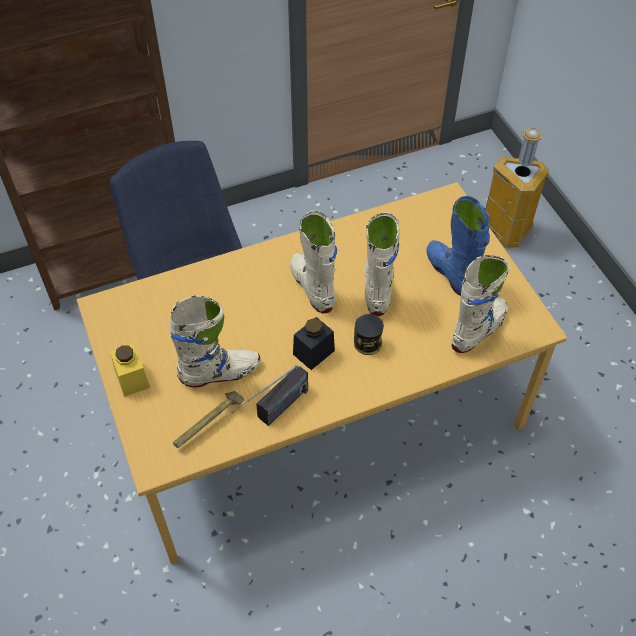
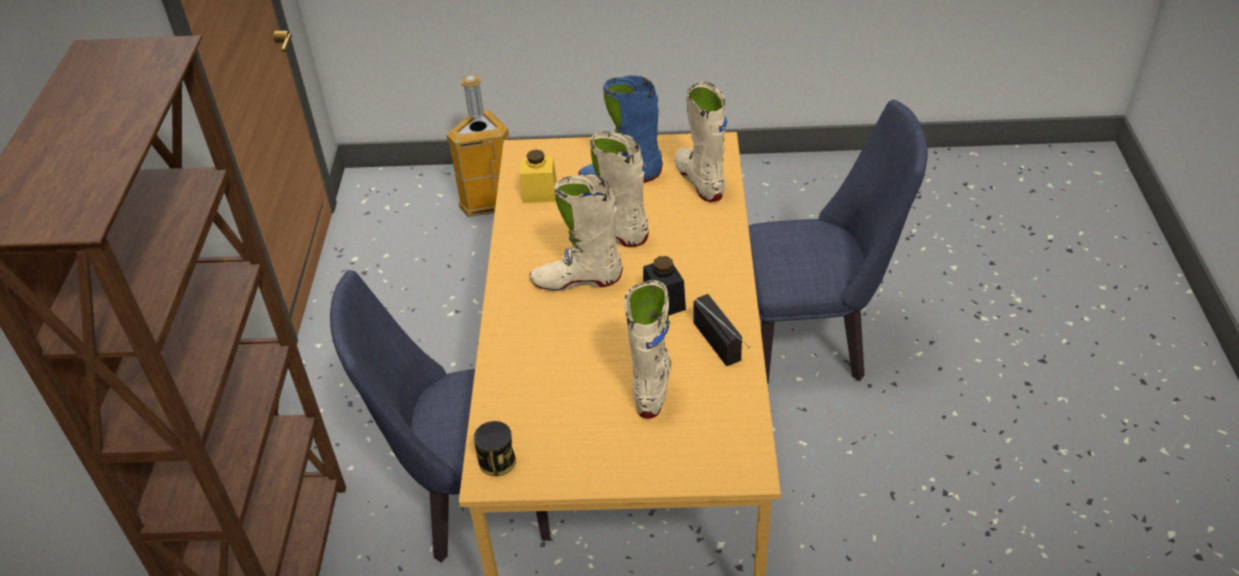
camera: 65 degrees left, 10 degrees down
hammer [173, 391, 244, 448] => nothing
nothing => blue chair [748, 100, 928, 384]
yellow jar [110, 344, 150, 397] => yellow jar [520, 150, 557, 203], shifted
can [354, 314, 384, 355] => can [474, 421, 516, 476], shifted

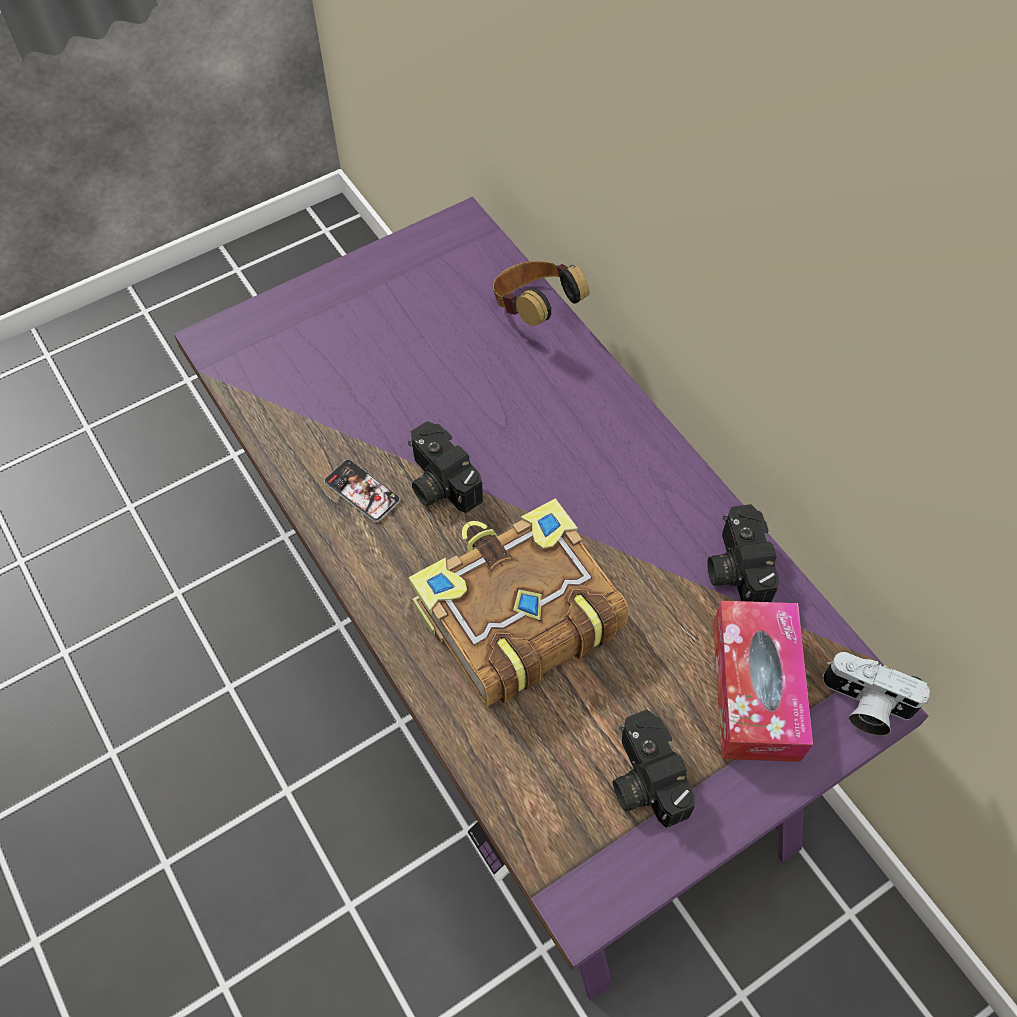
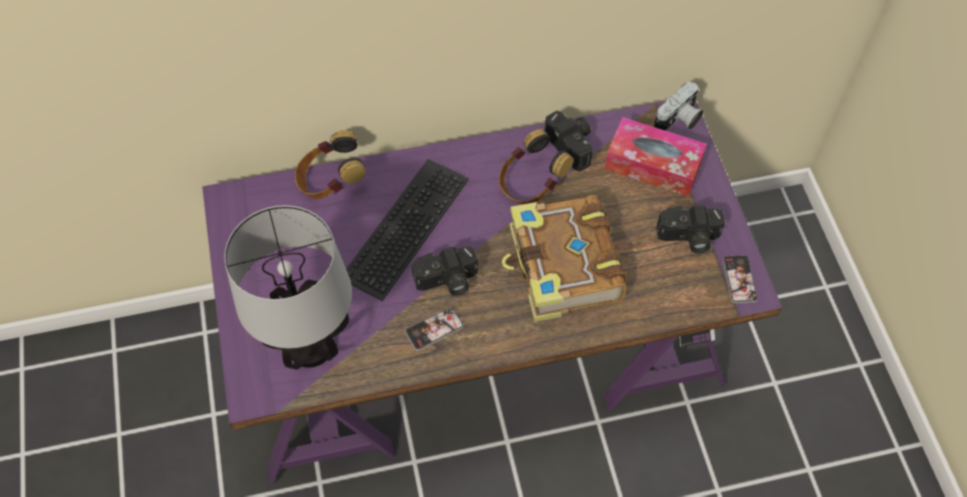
camera: 70 degrees left, 0 degrees up
nothing => table lamp [224, 205, 352, 370]
nothing => keyboard [346, 159, 469, 301]
nothing => headphones [499, 129, 574, 205]
nothing => phone [723, 255, 758, 303]
photo camera [707, 504, 779, 602] => photo camera [545, 110, 594, 172], 135 degrees counterclockwise

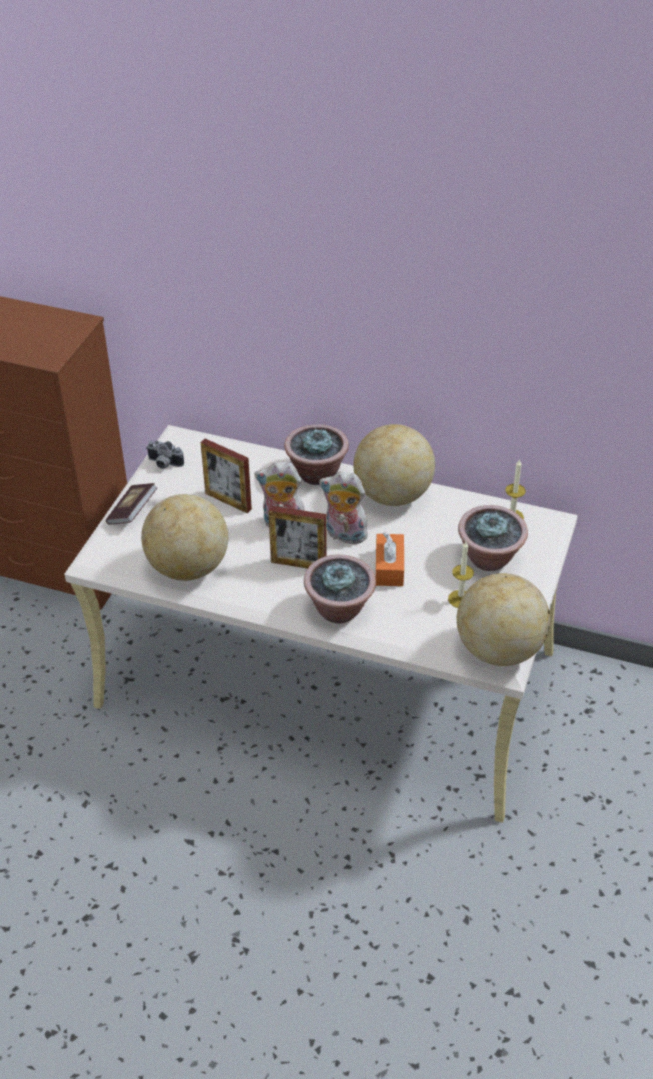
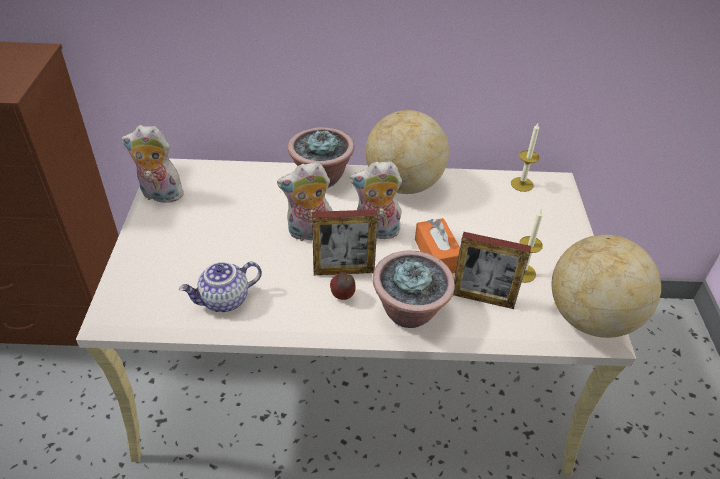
camera: 20 degrees left, 0 degrees up
book [106, 483, 157, 525] => nothing
potted plant [458, 505, 528, 571] => nothing
nothing => apple [330, 272, 356, 300]
picture frame [201, 439, 252, 513] => picture frame [453, 232, 531, 309], shifted
globe [141, 494, 228, 581] => teapot [179, 261, 262, 312]
photo camera [146, 441, 184, 469] => plush toy [121, 125, 184, 203]

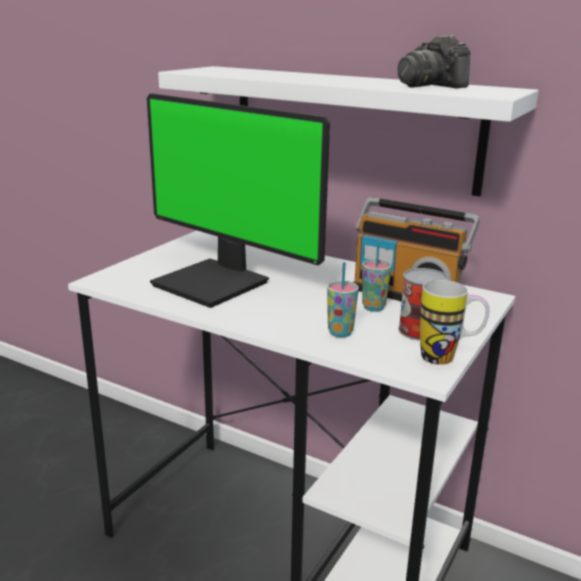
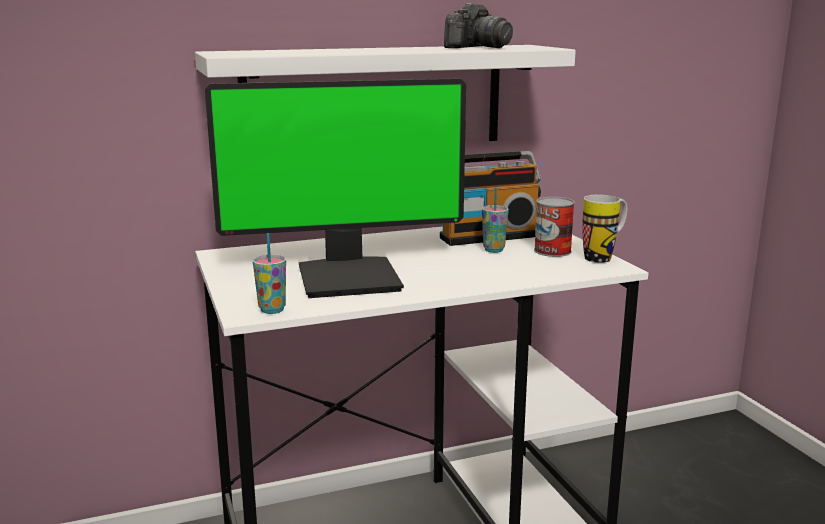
camera: 50 degrees left, 5 degrees down
cup [327, 262, 359, 338] => cup [253, 233, 286, 314], shifted
photo camera [398, 35, 471, 89] => photo camera [444, 3, 513, 48], 60 degrees counterclockwise

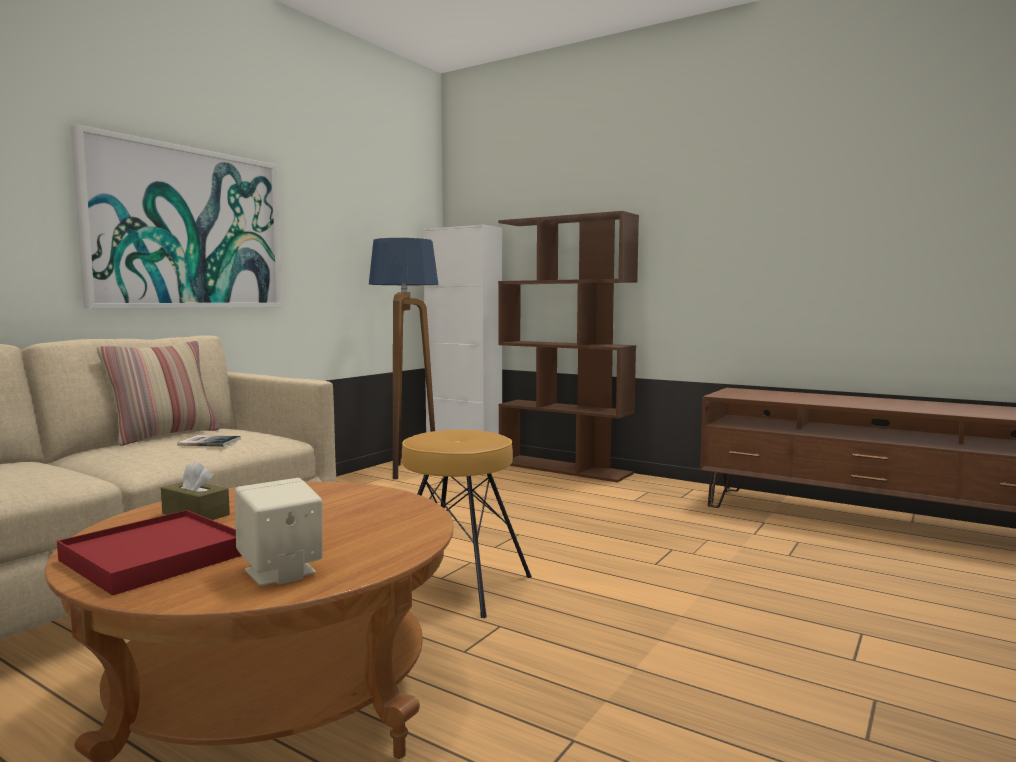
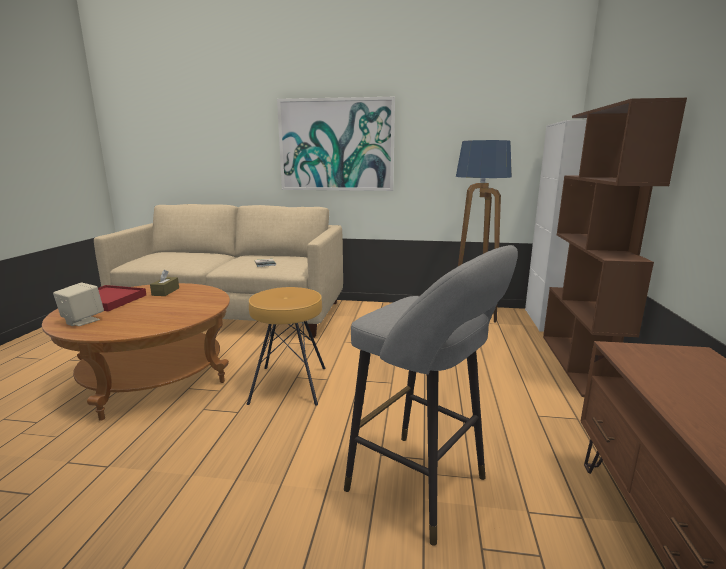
camera: 65 degrees right, 10 degrees up
pillow [97, 341, 220, 446] => nothing
nothing => grey stool [344, 245, 518, 546]

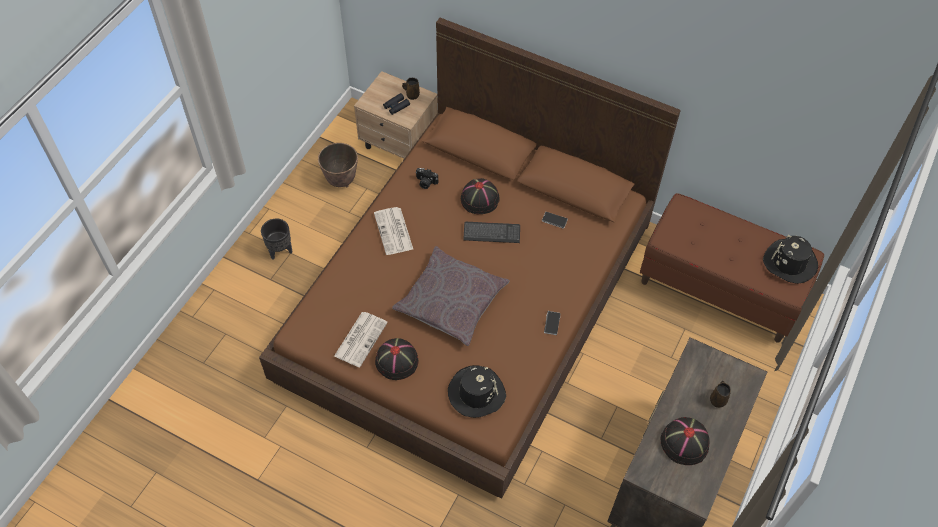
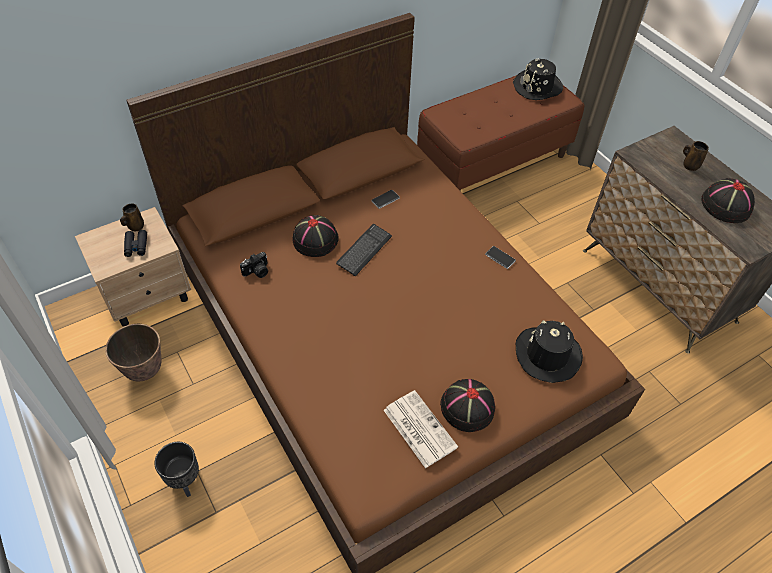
camera: 60 degrees left, 5 degrees down
newspaper [374, 207, 413, 255] => nothing
grey pillow [392, 246, 510, 346] => nothing

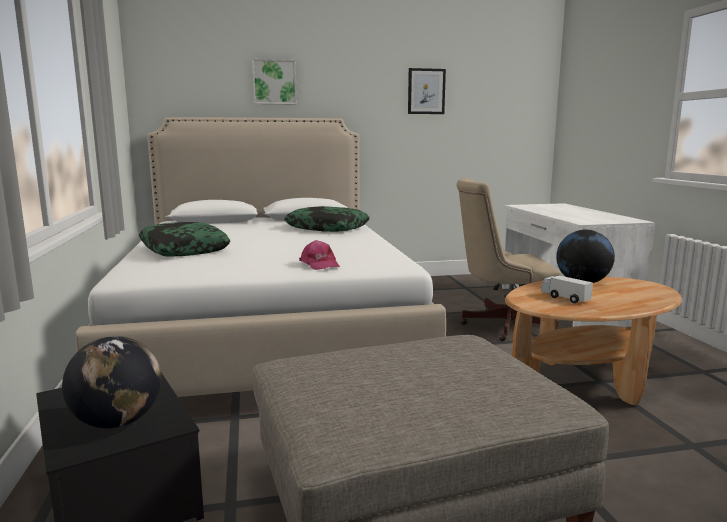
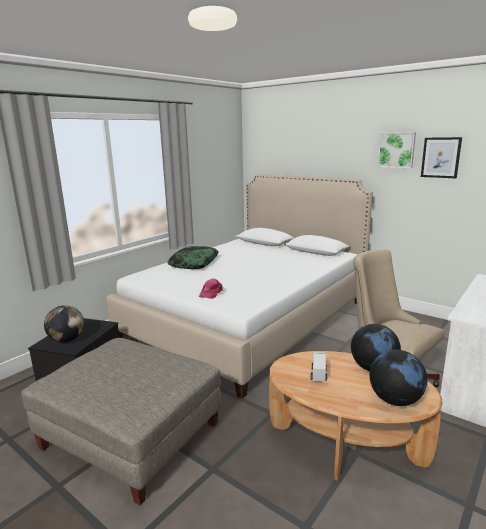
camera: 50 degrees right, 5 degrees up
pillow [284, 206, 370, 232] => nothing
nothing => globe [370, 350, 427, 406]
picture [252, 59, 297, 105] => picture [377, 132, 416, 168], shifted

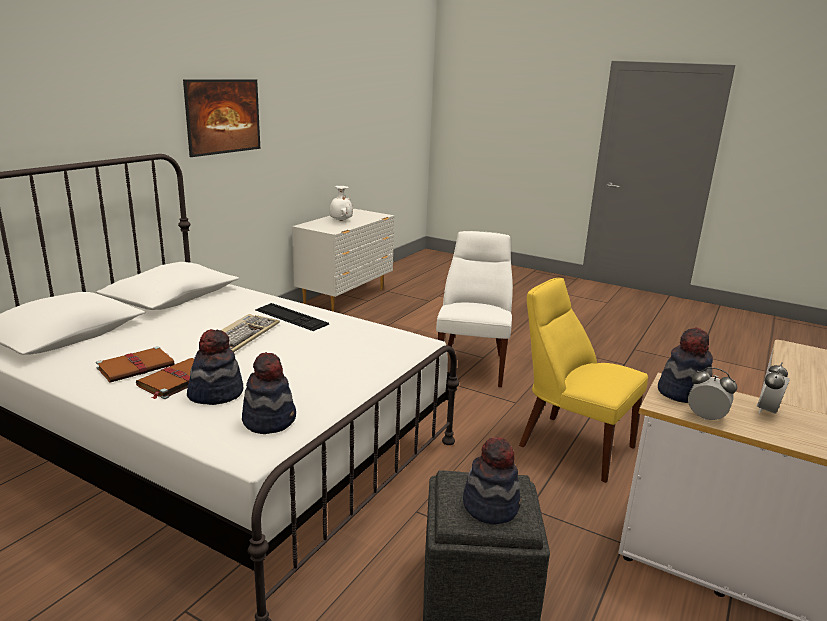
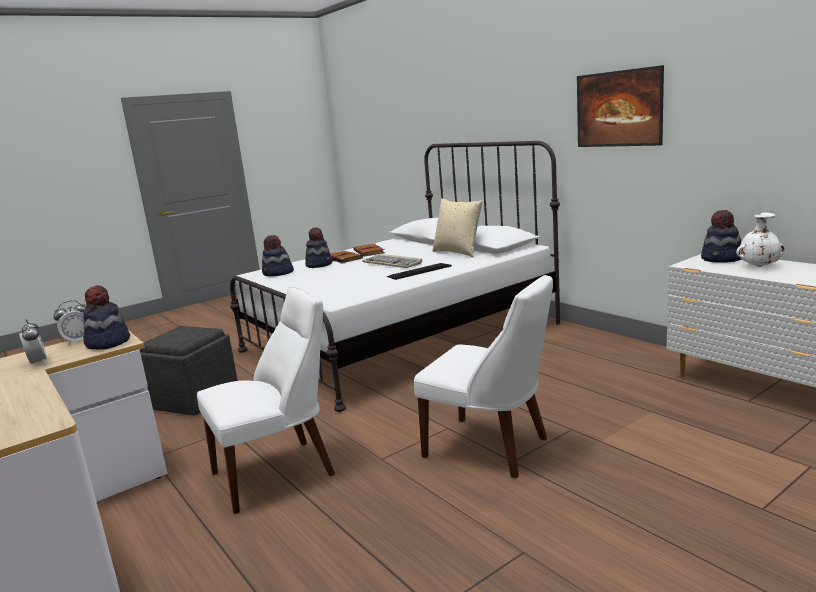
camera: 115 degrees right, 5 degrees down
nothing => beige pillow [432, 198, 482, 257]
hat [463, 437, 521, 525] => hat [701, 210, 741, 263], shifted
yellow chair [519, 278, 648, 483] => white chair [197, 287, 335, 514]

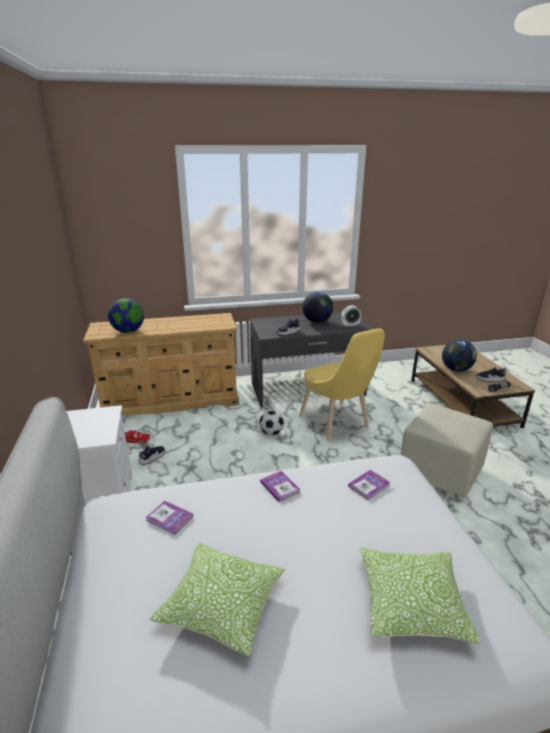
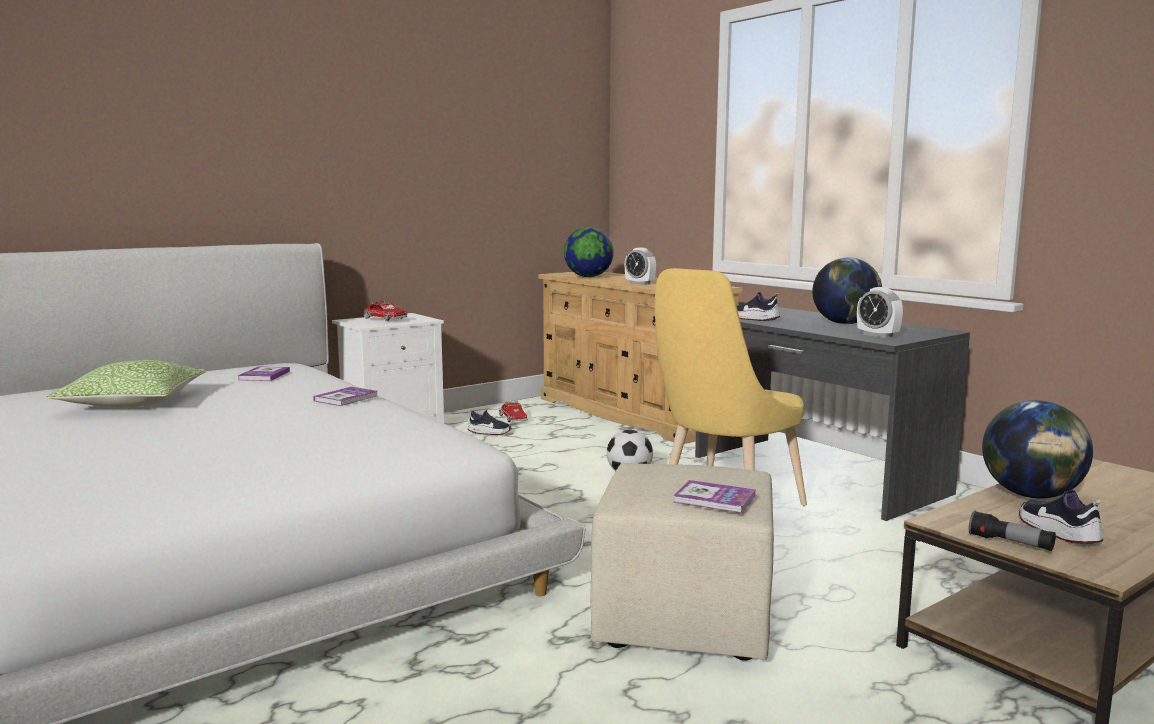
camera: 65 degrees right, 15 degrees down
pillow [360, 548, 481, 645] => nothing
nothing => toy truck [364, 301, 407, 321]
nothing => alarm clock [625, 248, 656, 285]
book [348, 470, 390, 500] => book [673, 480, 756, 513], shifted

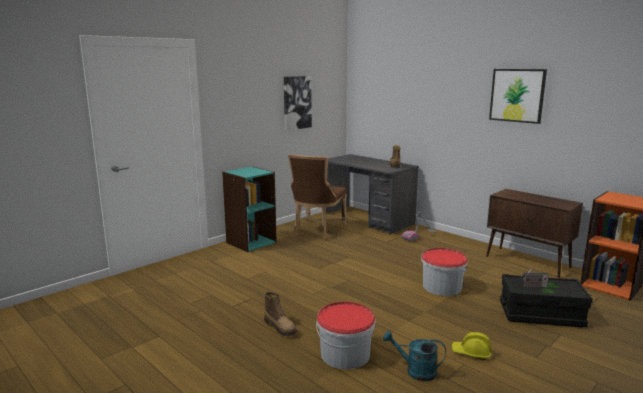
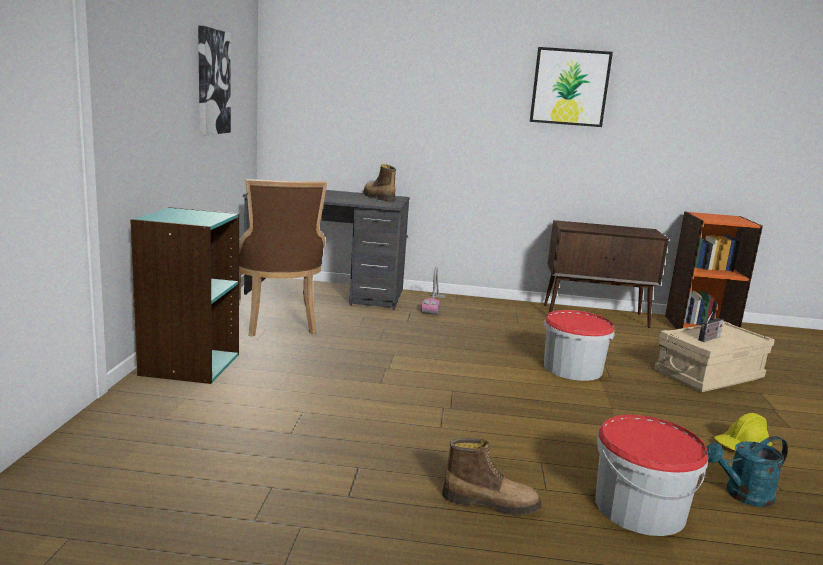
camera: 40 degrees left, 0 degrees up
black storage box [500, 274, 593, 327] => beige storage box [655, 321, 775, 392]

